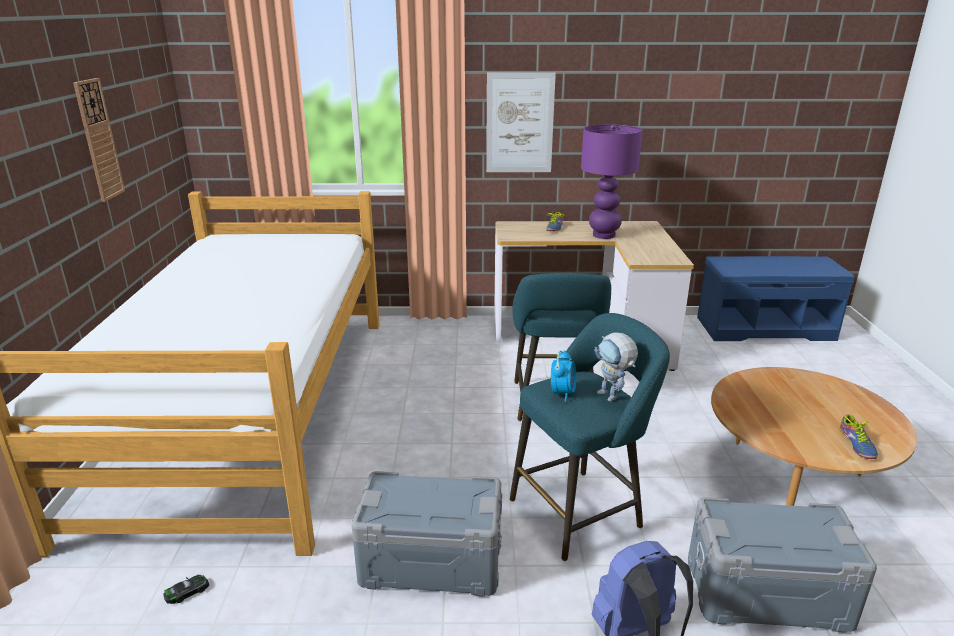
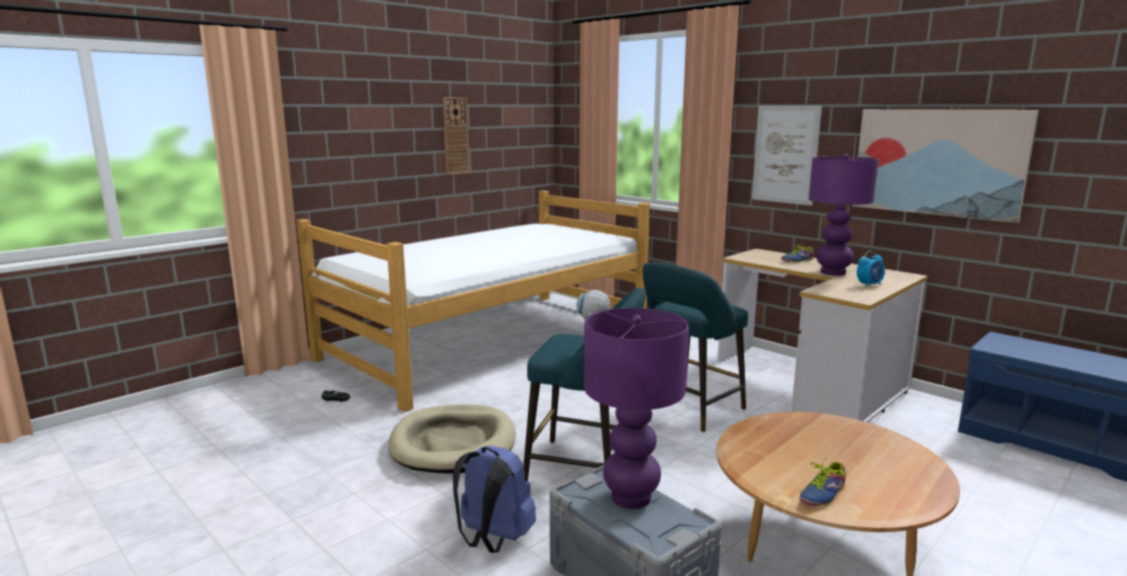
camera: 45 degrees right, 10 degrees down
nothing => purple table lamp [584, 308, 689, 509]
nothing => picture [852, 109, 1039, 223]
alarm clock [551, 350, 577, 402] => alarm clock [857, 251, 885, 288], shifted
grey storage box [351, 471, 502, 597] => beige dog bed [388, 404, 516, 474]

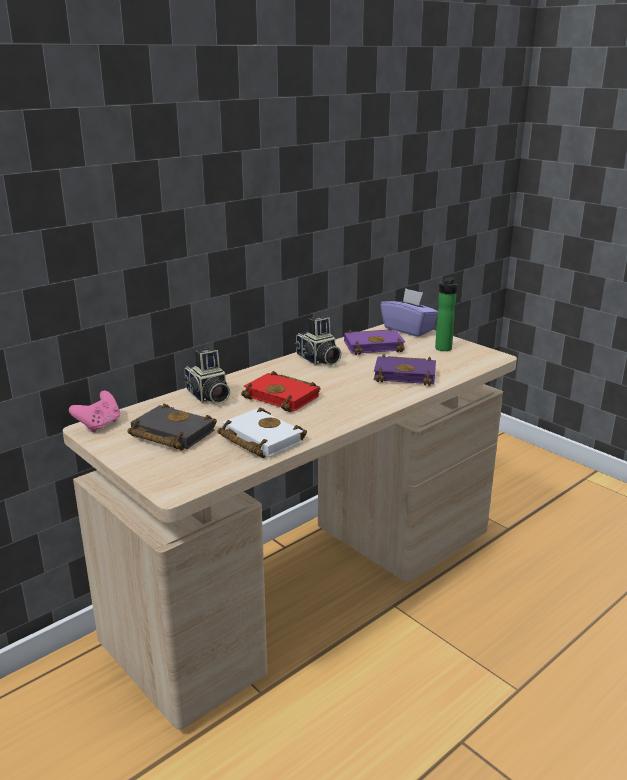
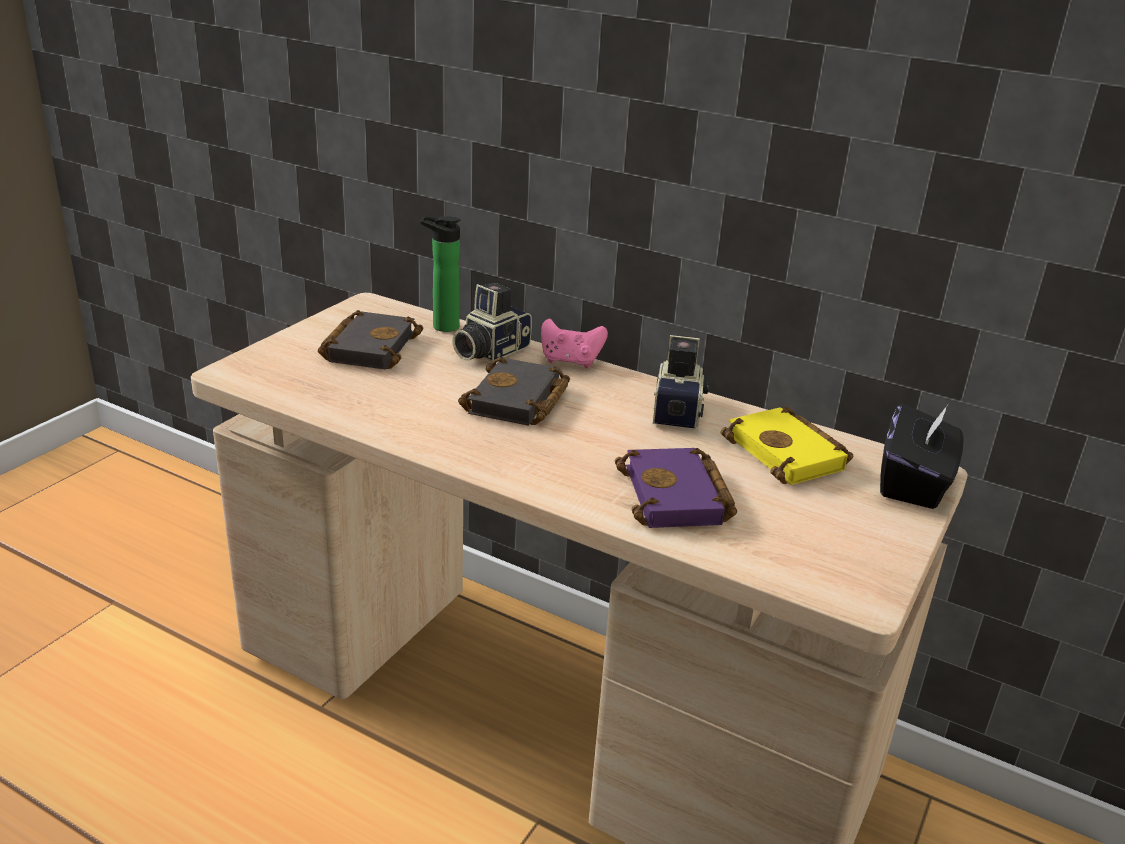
camera: 70 degrees right, 5 degrees up
white book [217, 407, 307, 458] => nothing
pink game controller [69, 391, 120, 433] => pink game controller [541, 319, 608, 369], shifted
bottle [435, 277, 457, 351] => bottle [420, 215, 461, 332], shifted
red book [241, 371, 321, 412] => black book [458, 357, 570, 426]
purple book [344, 327, 405, 355] => yellow book [721, 407, 853, 485]
purple tissue box [380, 288, 438, 337] => black tissue box [880, 403, 964, 509]
photo camera [294, 316, 341, 365] => photo camera [653, 335, 709, 429], 150 degrees clockwise

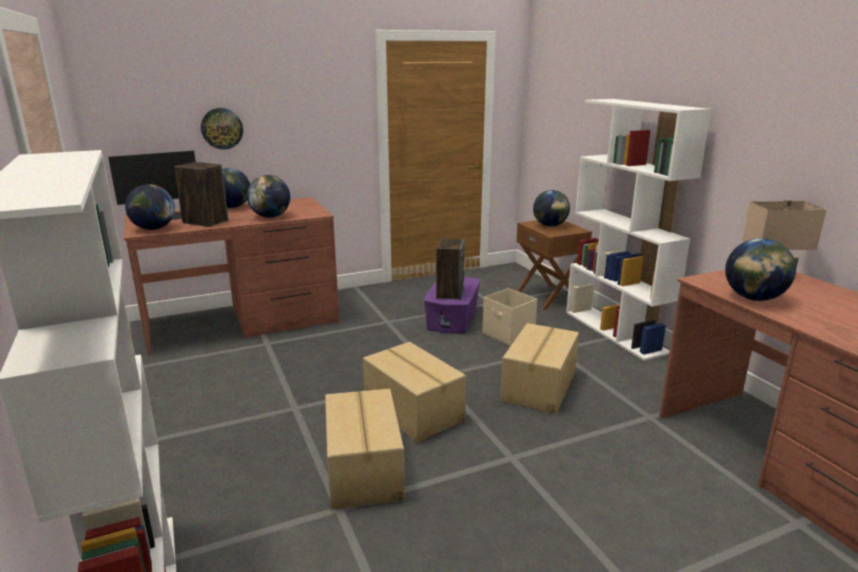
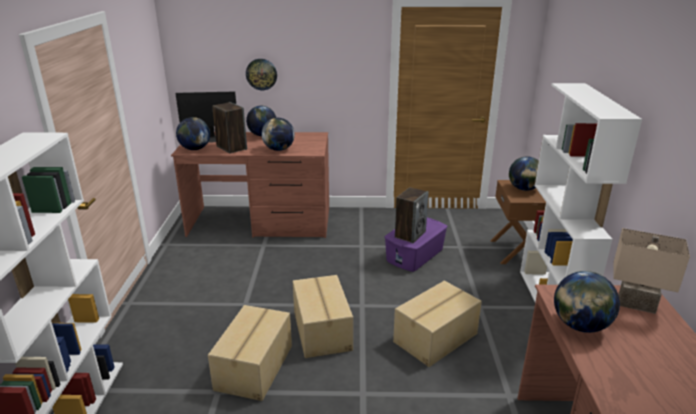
camera: 25 degrees right, 5 degrees up
beige storage box [482, 288, 537, 346] => nothing

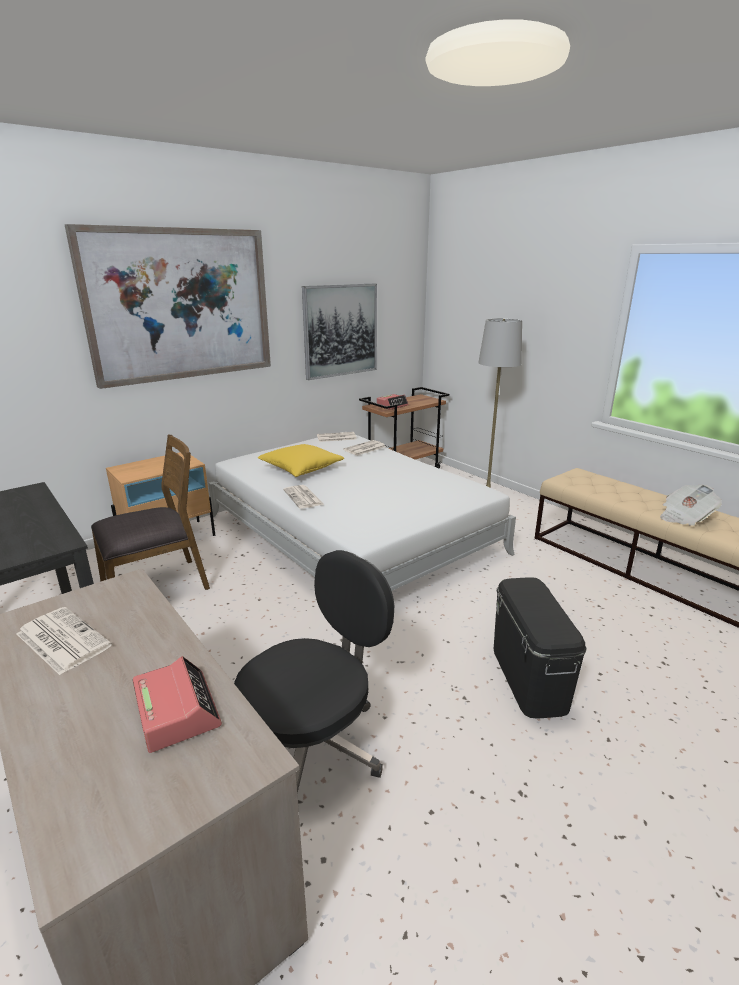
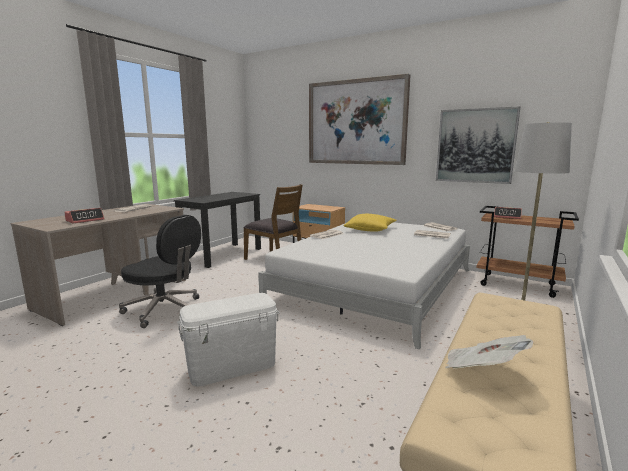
camera: 70 degrees right, 10 degrees down
black storage box [494, 577, 587, 719] => white storage box [177, 293, 279, 387]

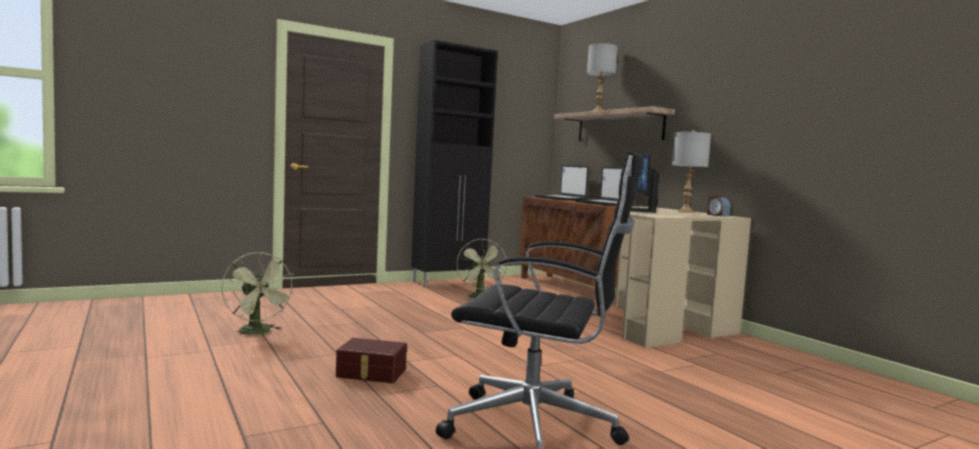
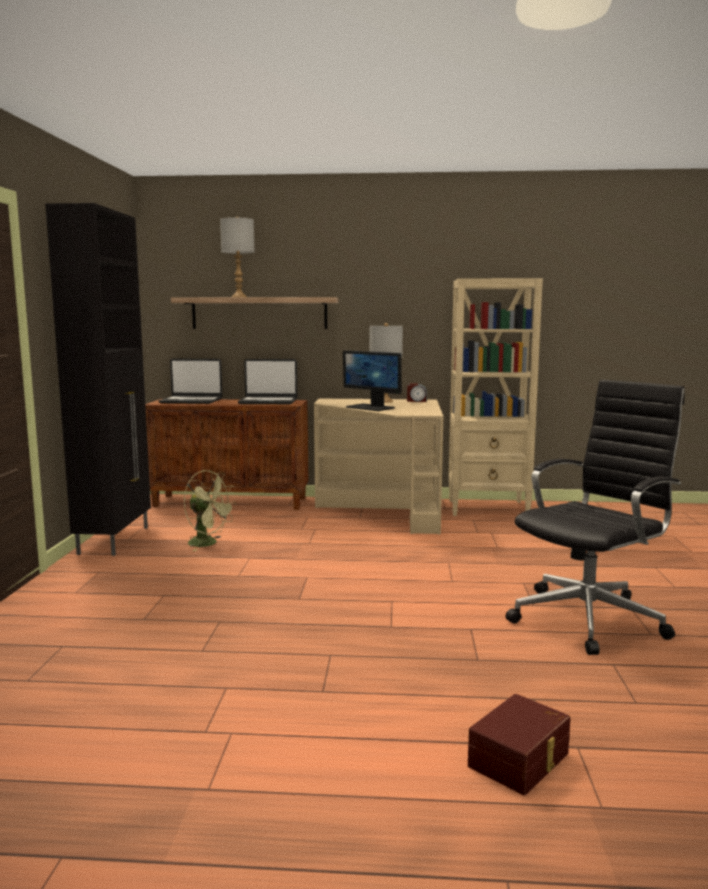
camera: 55 degrees left, 5 degrees up
green fan [221, 252, 294, 337] => nothing
nothing => beige bookcase [449, 278, 543, 516]
brown storage box [336, 338, 407, 383] => brown storage box [468, 694, 570, 795], shifted

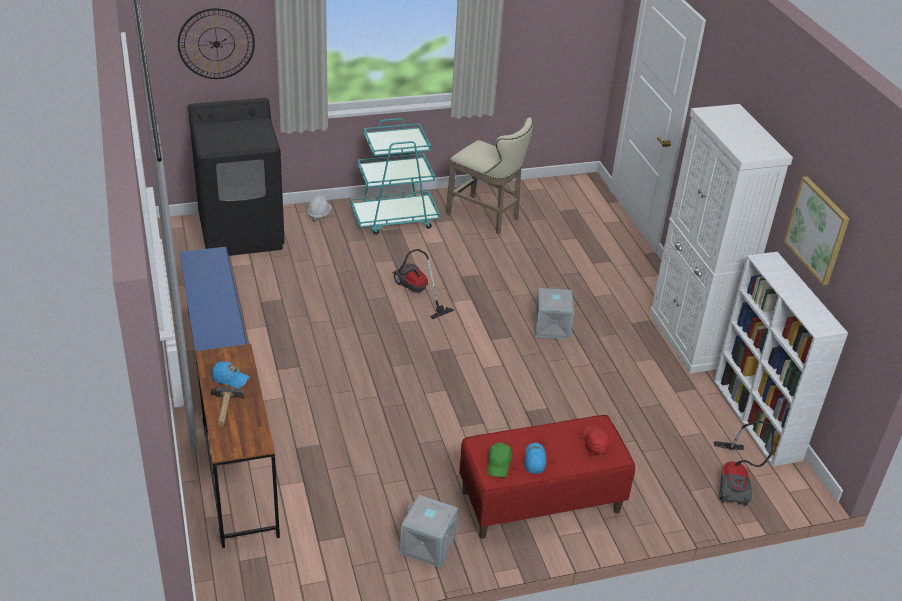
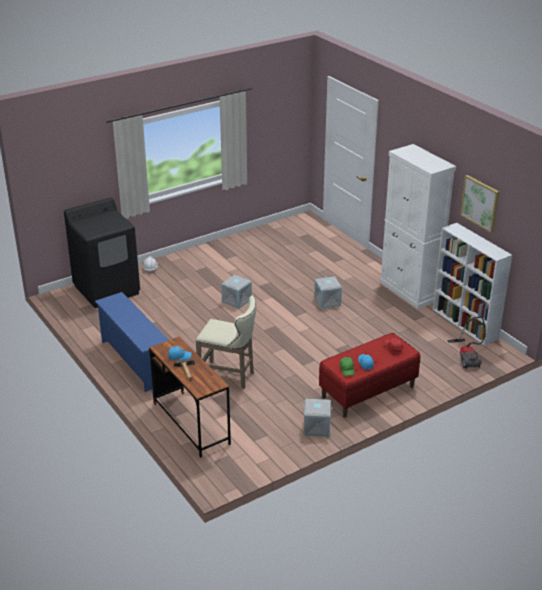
camera: 15 degrees left, 5 degrees down
wall clock [178, 8, 255, 79] => nothing
turquoise cart [351, 118, 440, 235] => nothing
beige stool [446, 117, 533, 234] => beige stool [196, 296, 256, 389], shifted
vacuum cleaner [393, 249, 454, 319] => grey storage box [221, 275, 252, 309]

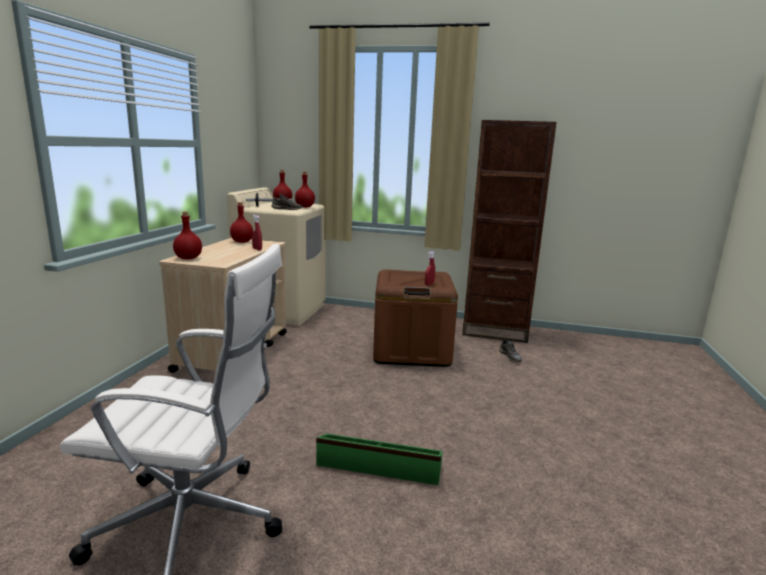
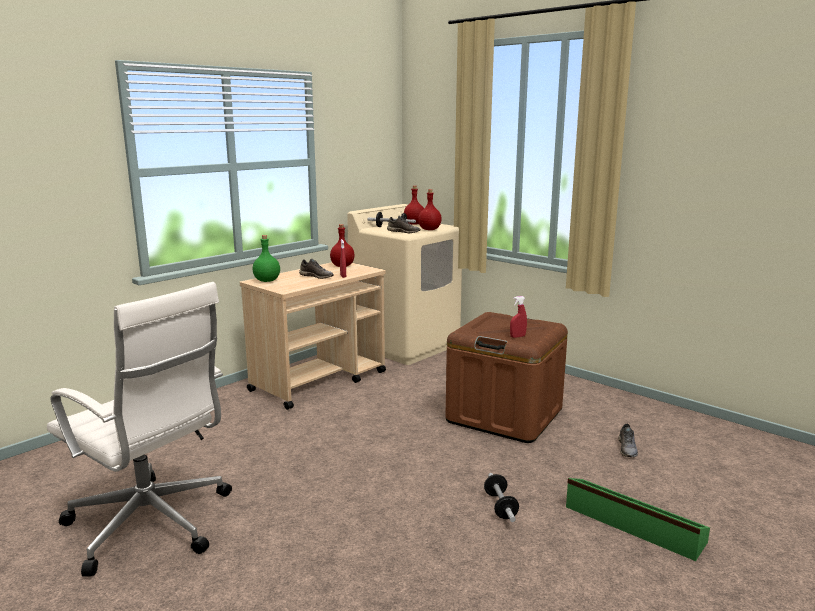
camera: 30 degrees right, 0 degrees up
brown bookcase [462, 120, 557, 343] => nothing
nothing => grey shoe [299, 259, 334, 279]
nothing => dumbbell [484, 473, 519, 522]
green storage box [316, 434, 442, 485] => green storage box [566, 478, 710, 561], shifted
red bottle [173, 212, 202, 259] => green bottle [253, 235, 280, 282]

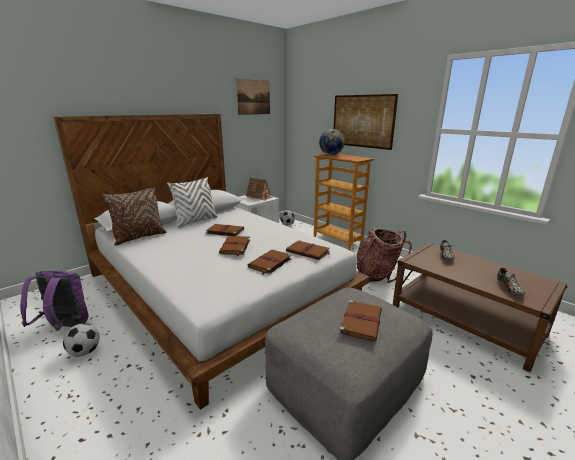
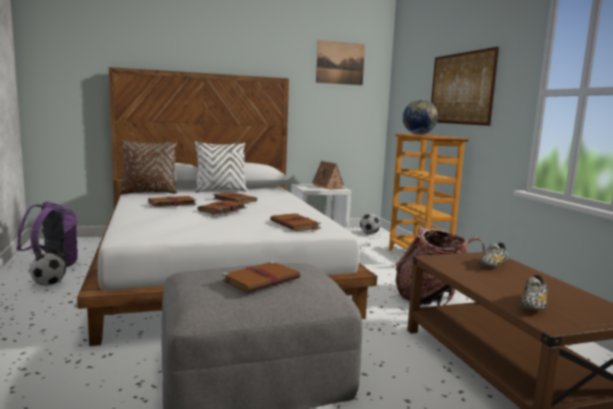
camera: 25 degrees right, 10 degrees down
brown book [248, 250, 292, 275] => brown book [148, 196, 197, 208], shifted

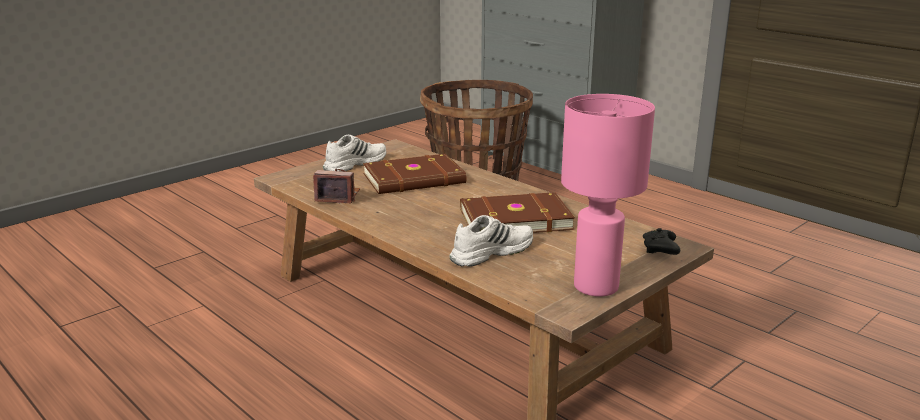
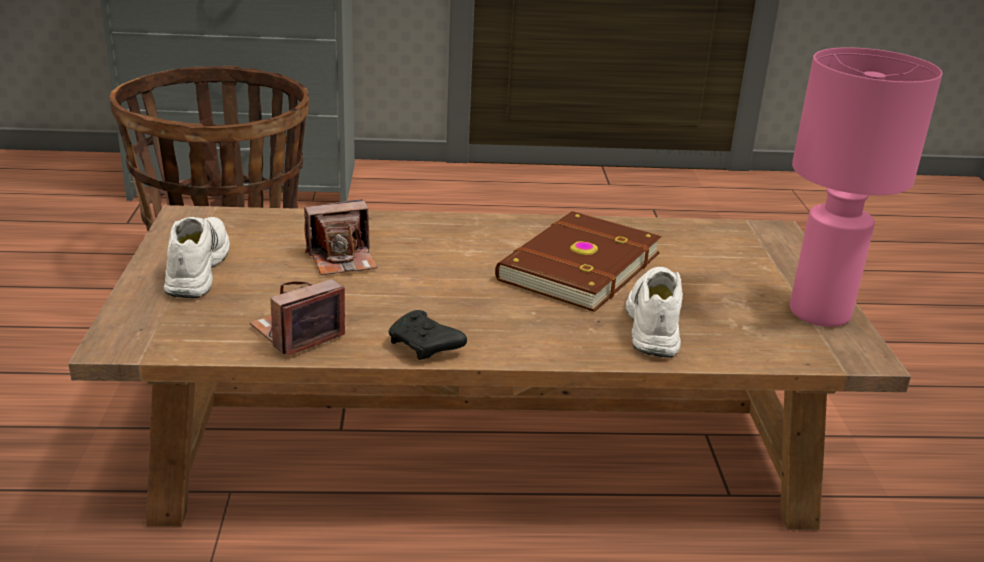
camera: 50 degrees left, 5 degrees up
black game controller [643, 228, 680, 255] => black game controller [388, 310, 467, 360], shifted
brown book [363, 154, 466, 194] => photo camera [304, 199, 378, 275]

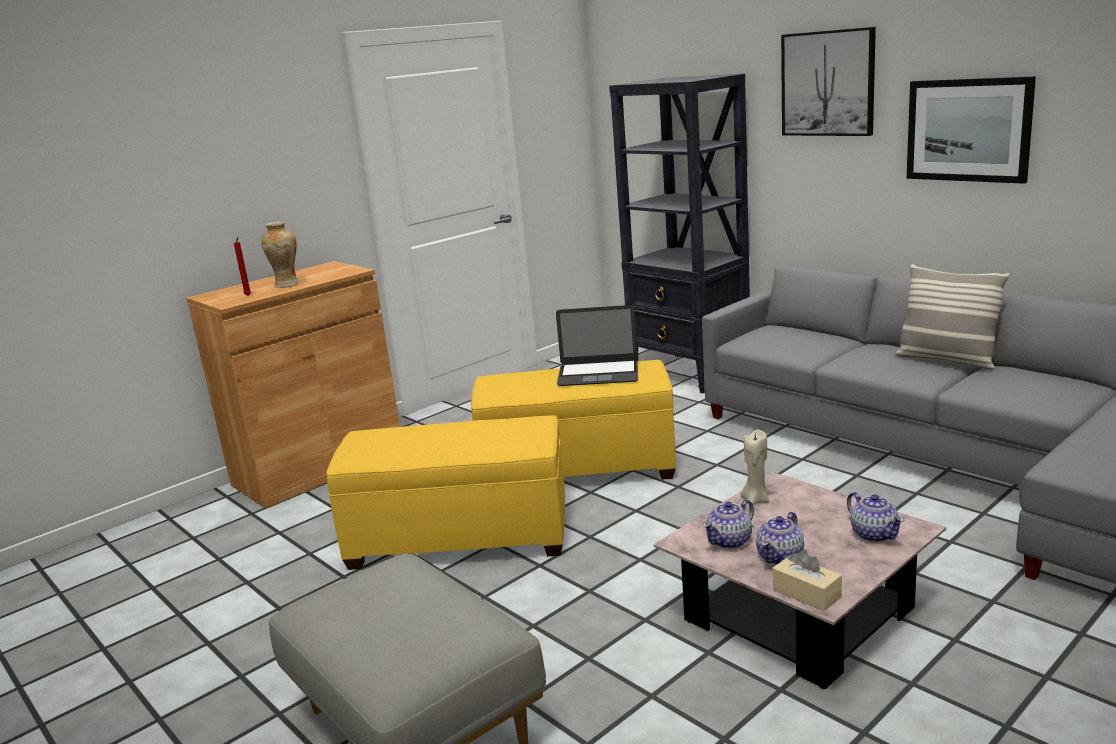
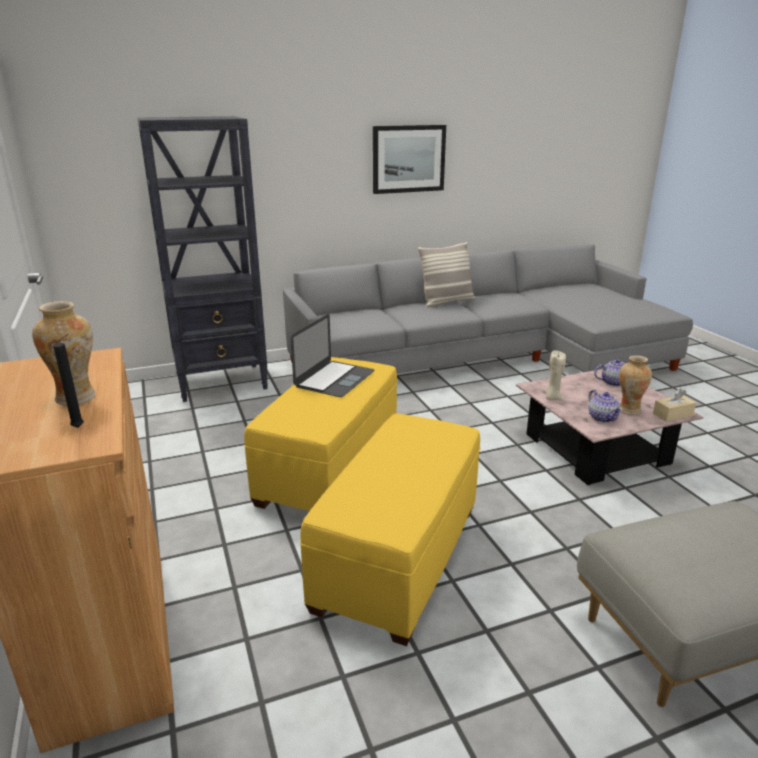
camera: 70 degrees left, 5 degrees up
picture [781, 27, 876, 136] => nothing
teapot [756, 512, 804, 565] => vase [619, 355, 652, 415]
red candle [234, 237, 251, 296] => black candle [53, 334, 84, 428]

